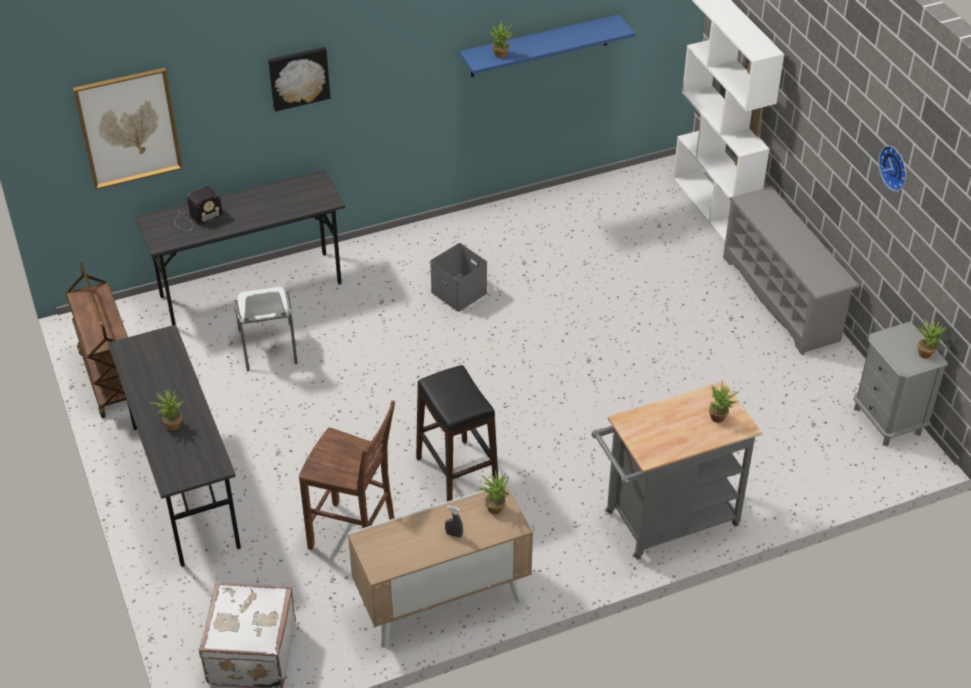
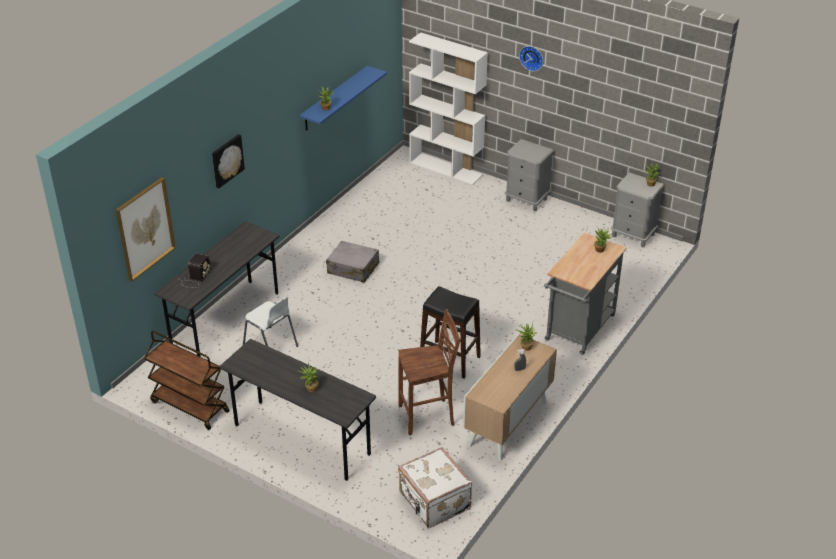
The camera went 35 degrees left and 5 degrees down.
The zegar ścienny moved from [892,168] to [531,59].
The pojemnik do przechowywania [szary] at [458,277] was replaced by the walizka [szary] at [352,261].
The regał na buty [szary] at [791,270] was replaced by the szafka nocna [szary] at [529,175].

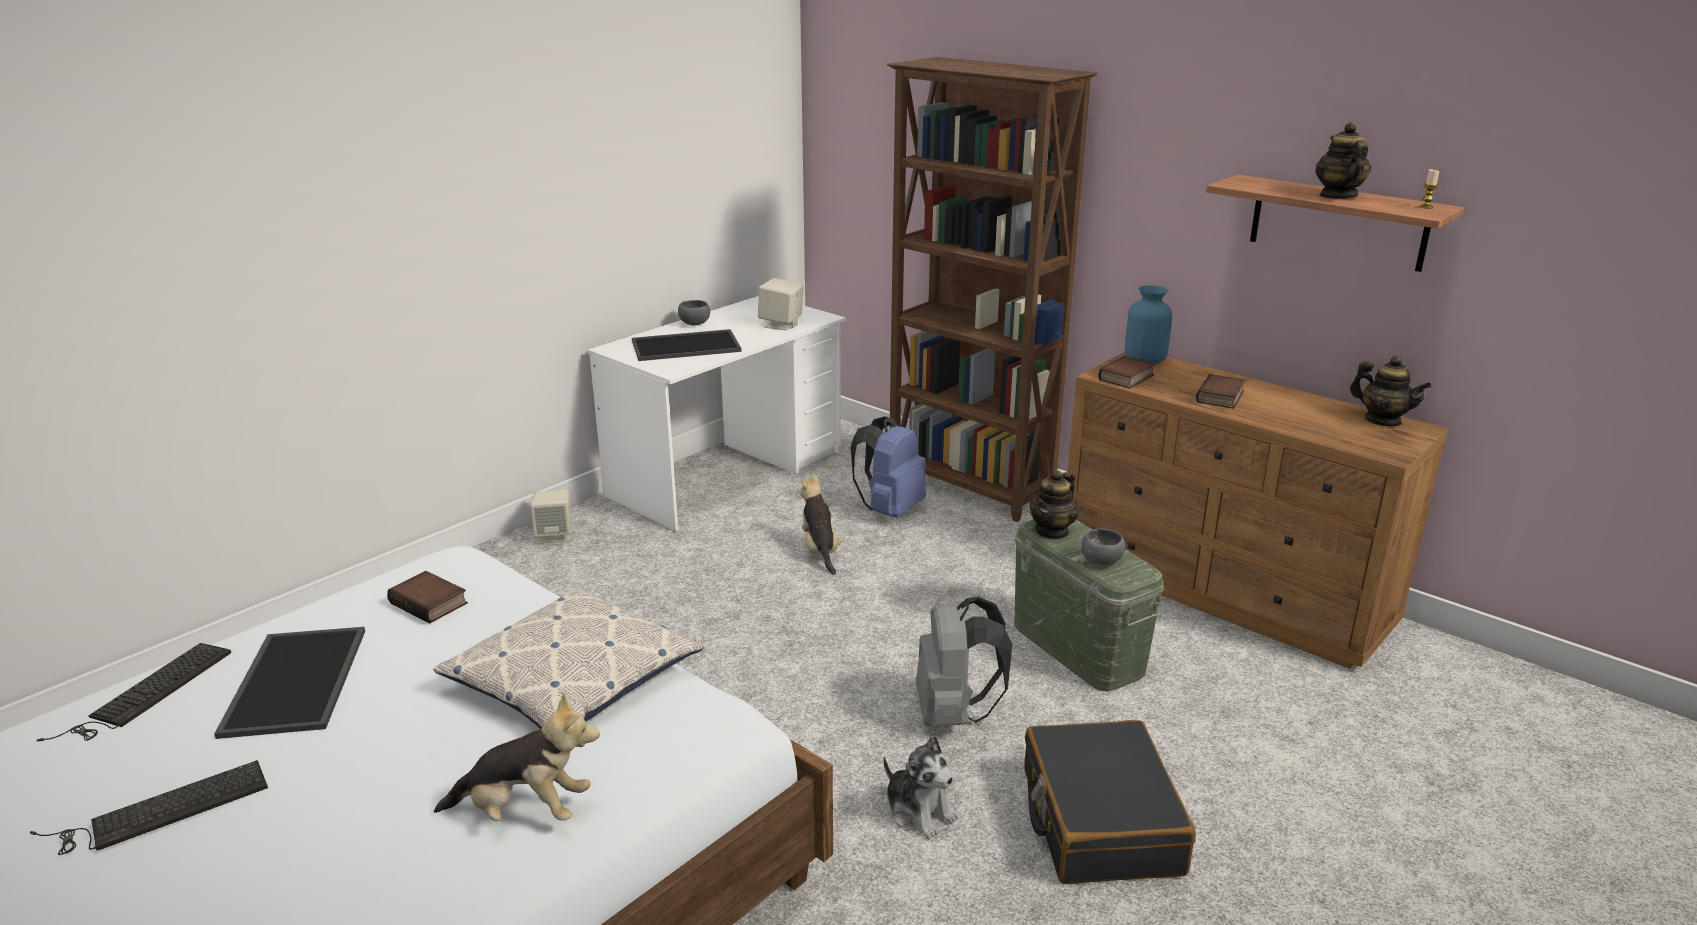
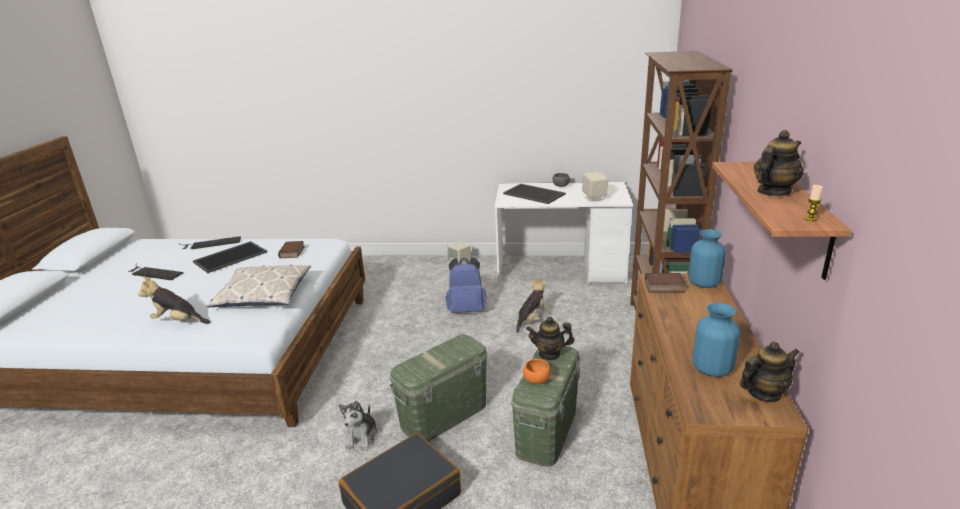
The camera went 55 degrees right and 0 degrees up.
The książka at [1221,391] disappeared.
The wazon [niebieski] at [716,340] appeared.
The plecak [niebieski] moved from [888,467] to [466,285].
The plecak [szary] at [964,661] was replaced by the pojemnik do przechowywania [zielony] at [438,388].
The miska [szary] at [1103,547] became the miska [pomarańczowy] at [537,371].
The pluszak at [517,756] turned 135 degrees clockwise.
The imbryk at [1390,391] turned 120 degrees counterclockwise.

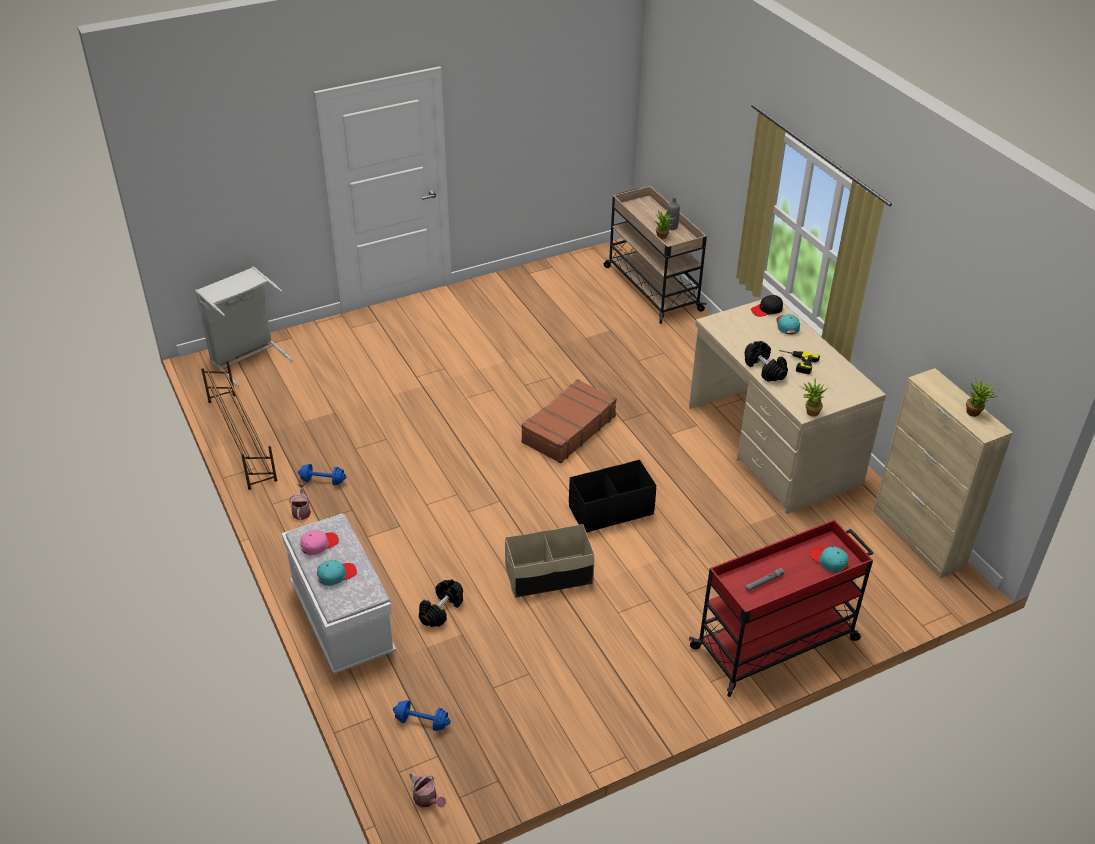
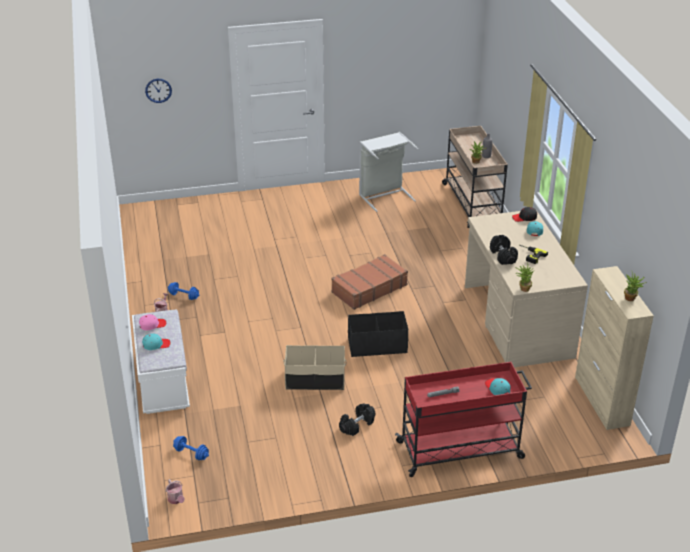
The camera went 15 degrees right and 5 degrees down.
The regał na buty [brązowy] at [239,425] disappeared.
The zegar ścienny at [158,91] appeared.
The kosz na pranie [szary] moved from [244,326] to [388,172].
The hantel [czarny] moved from [441,603] to [357,419].

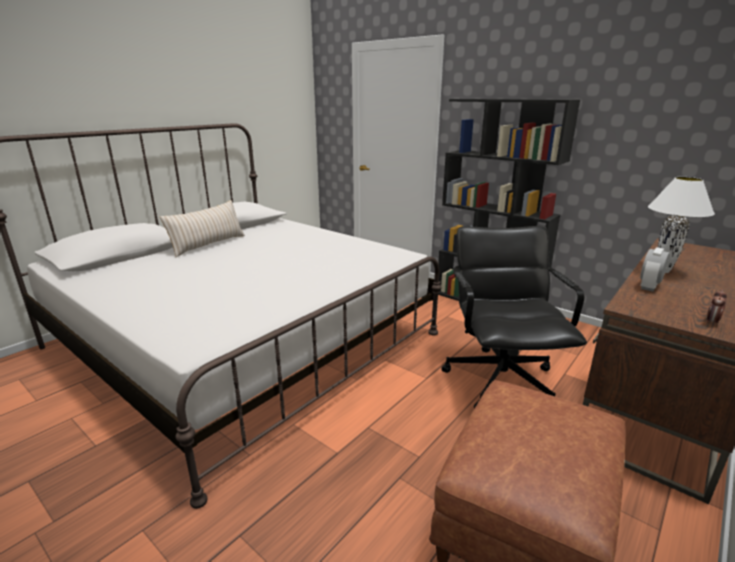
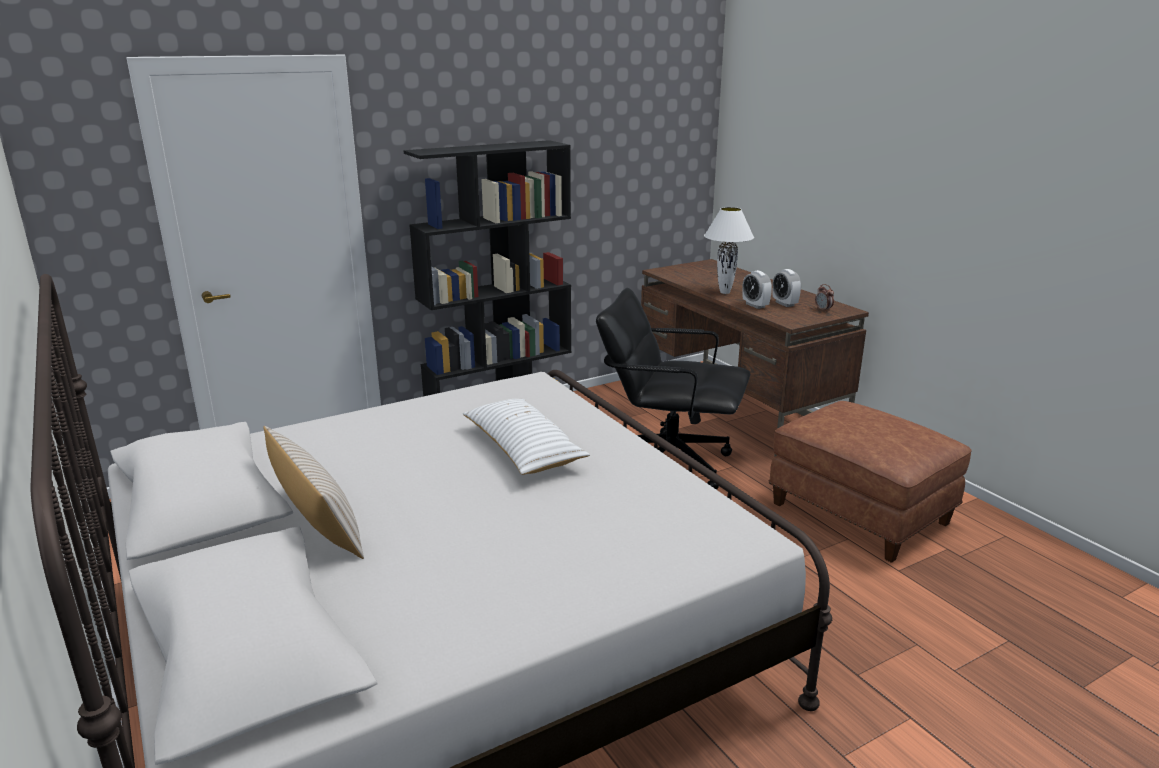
The camera went 70 degrees left and 0 degrees up.
The poduszka [biały] at [526,437] appeared.
The budzik at [787,288] appeared.

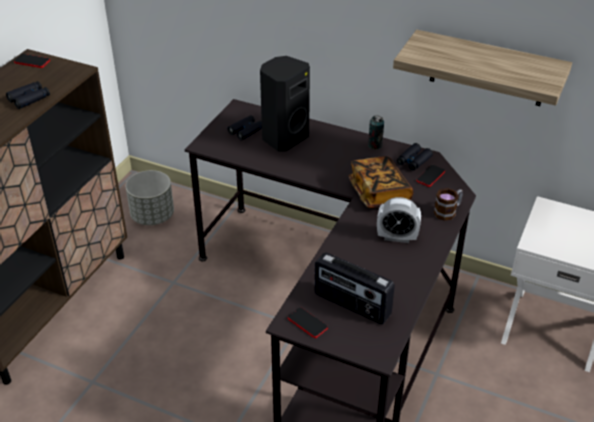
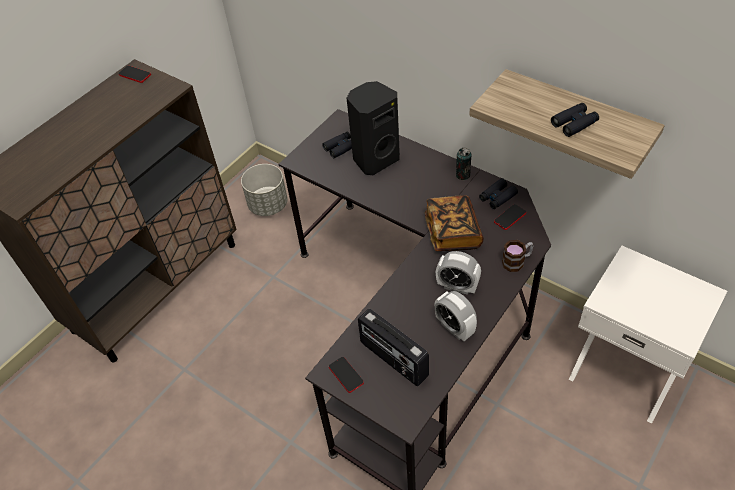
The camera went 15 degrees right and 10 degrees up.
The budzik at [456,316] appeared.
The lornetka [czarny] moved from [28,95] to [575,120].

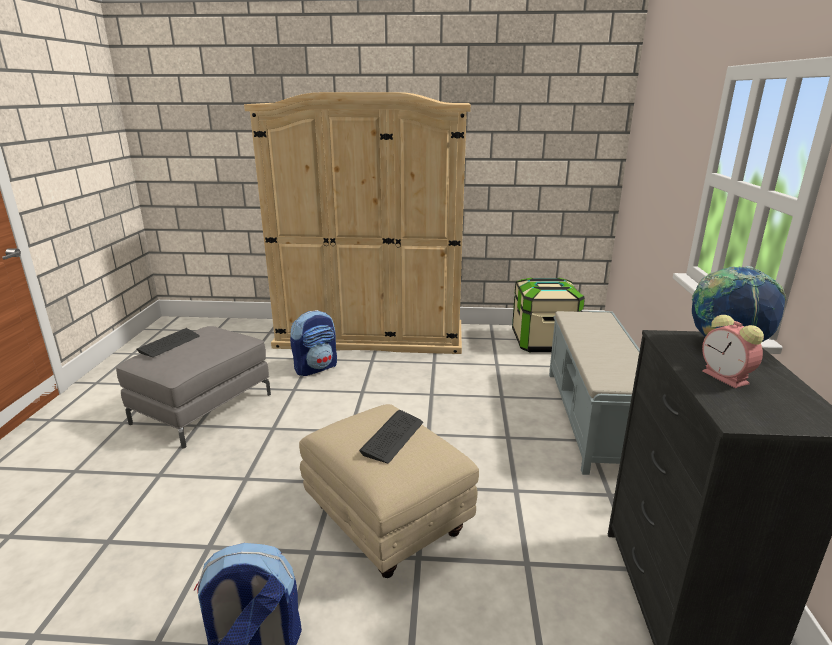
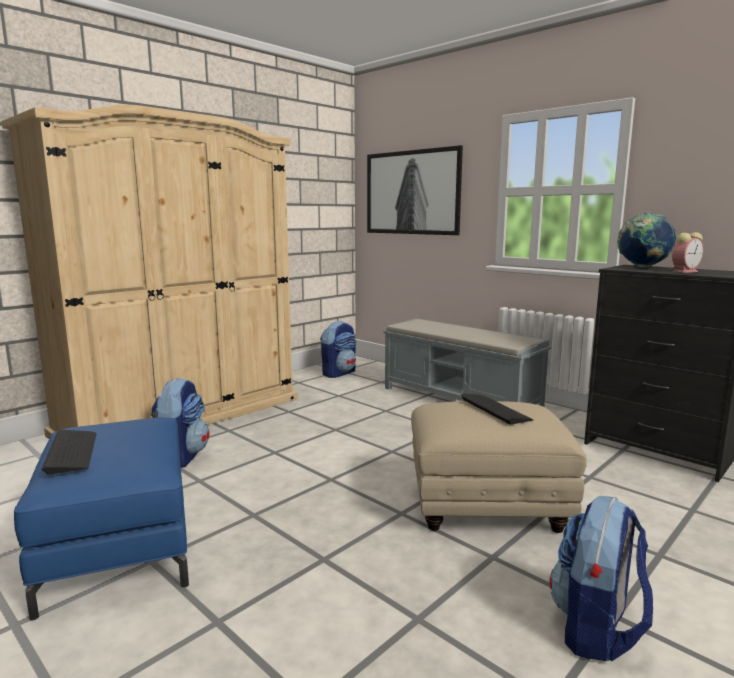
The camera went 50 degrees left and 10 degrees down.
The obraz at [415,190] appeared.
The pojemnik do przechowywania at [548,315] was replaced by the plecak at [338,349].
The pufa [szary] at [193,387] became the pufa [niebieski] at [101,519].
The budzik at [733,351] turned 45 degrees counterclockwise.

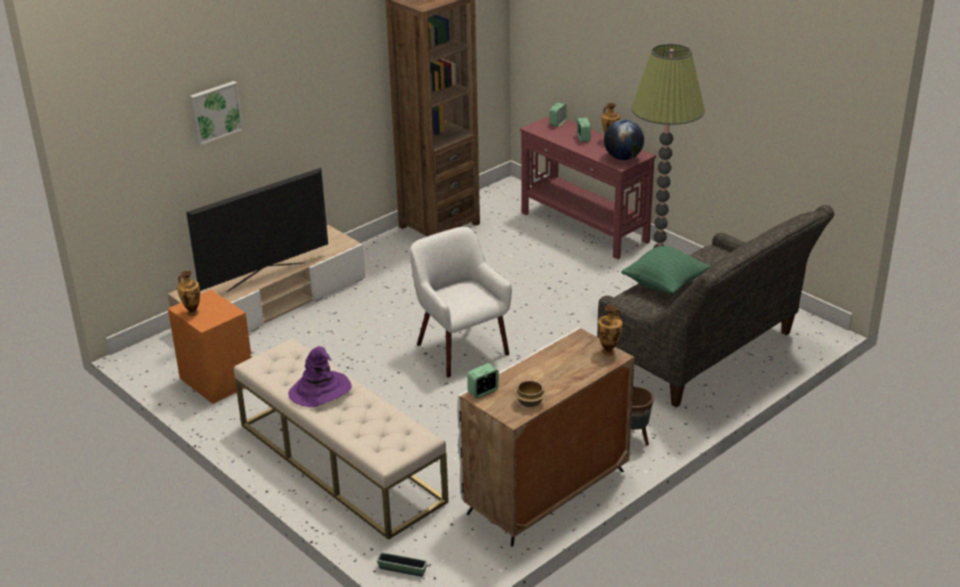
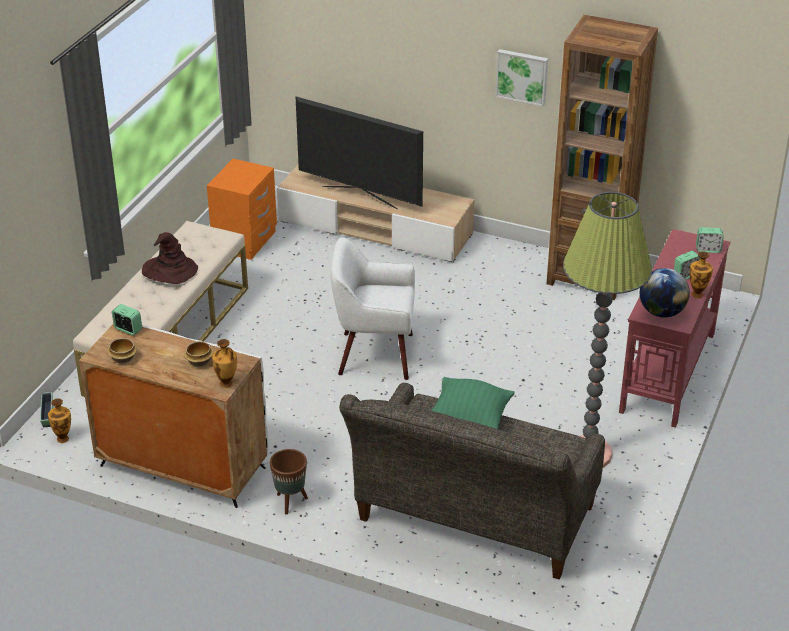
The camera went 65 degrees right and 5 degrees up.
The miska at [199,354] appeared.
The wazon moved from [188,293] to [59,420].
The obraz moved from [216,113] to [521,78].
The kapelusz [fioletowy] at [320,376] became the kapelusz [brązowy] at [170,258].
The fotel [biały] at [461,302] turned 120 degrees counterclockwise.

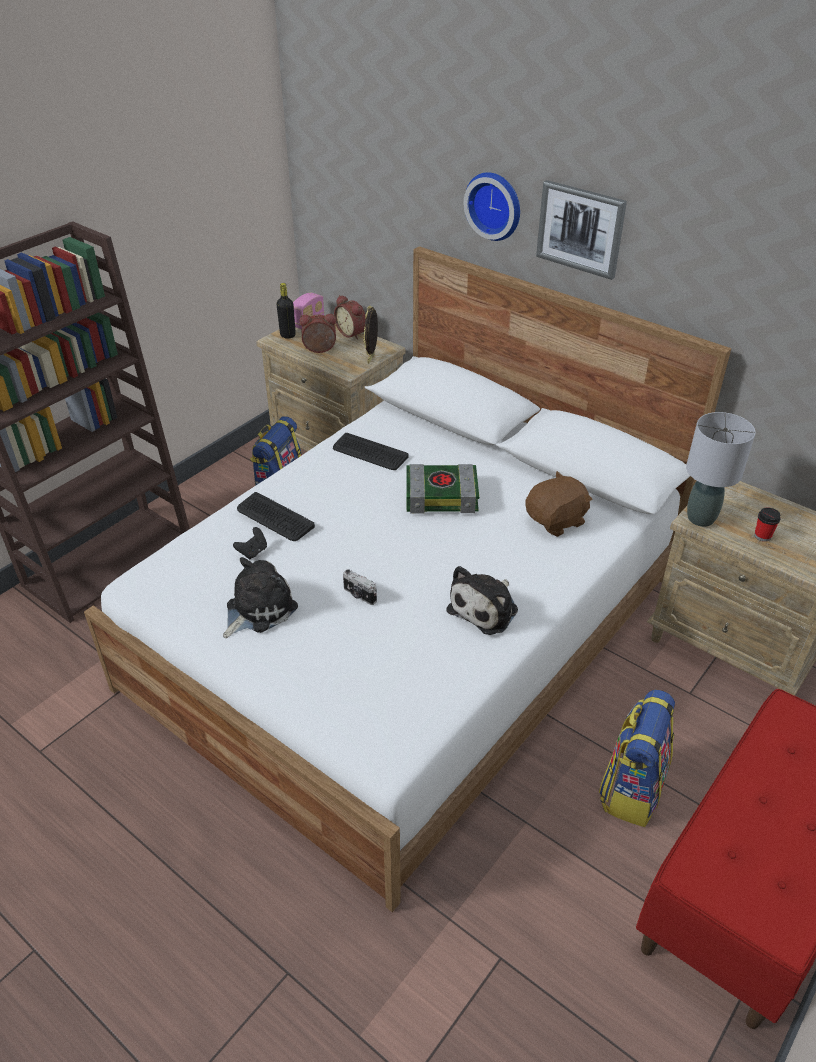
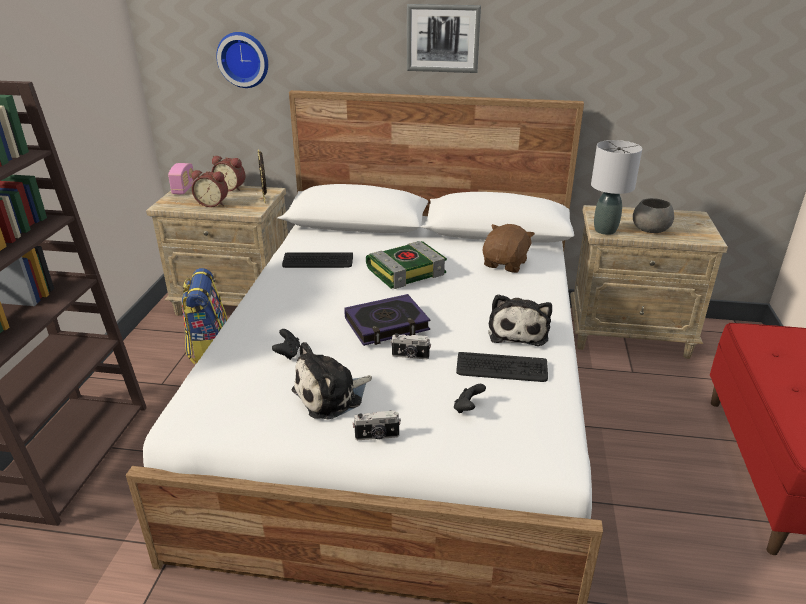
The camera went 30 degrees left and 10 degrees down.
The butelka [czarny] at [286,311] disappeared.
The plecak at [637,758] disappeared.
The książka at [387,320] appeared.
The aparat fotograficzny at [377,425] appeared.
The pad do gier [czarny] at [470,398] appeared.
The klawiatura moved from [276,516] to [502,367].
The zegar ścienny moved from [492,206] to [242,60].
The filiżanka at [767,524] was replaced by the miska [szary] at [653,215].
The pluszak at [260,597] turned 135 degrees counterclockwise.
The budzik at [318,333] turned 135 degrees counterclockwise.

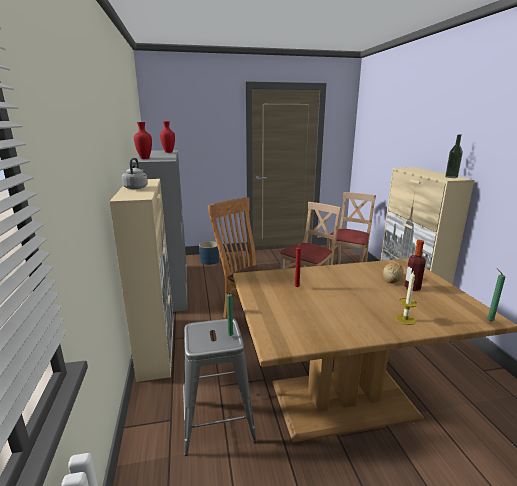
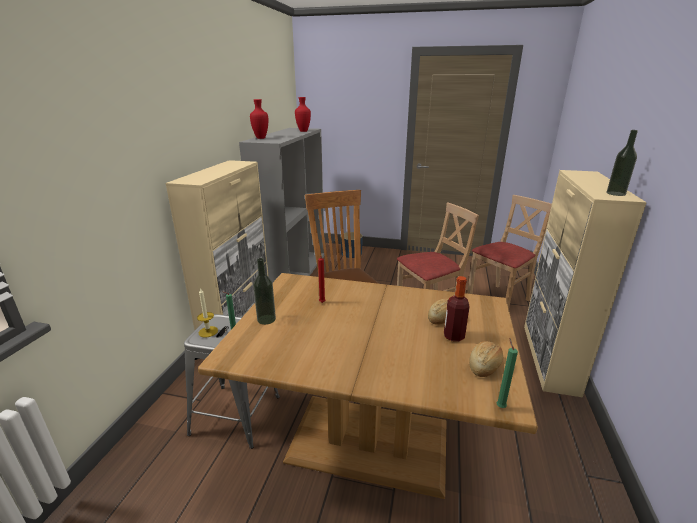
The camera went 25 degrees right and 5 degrees up.
The czajnik [szary] at [135,173] disappeared.
The butelka at [264,291] appeared.
The chleb at [486,359] appeared.
The świeca moved from [406,298] to [207,312].

